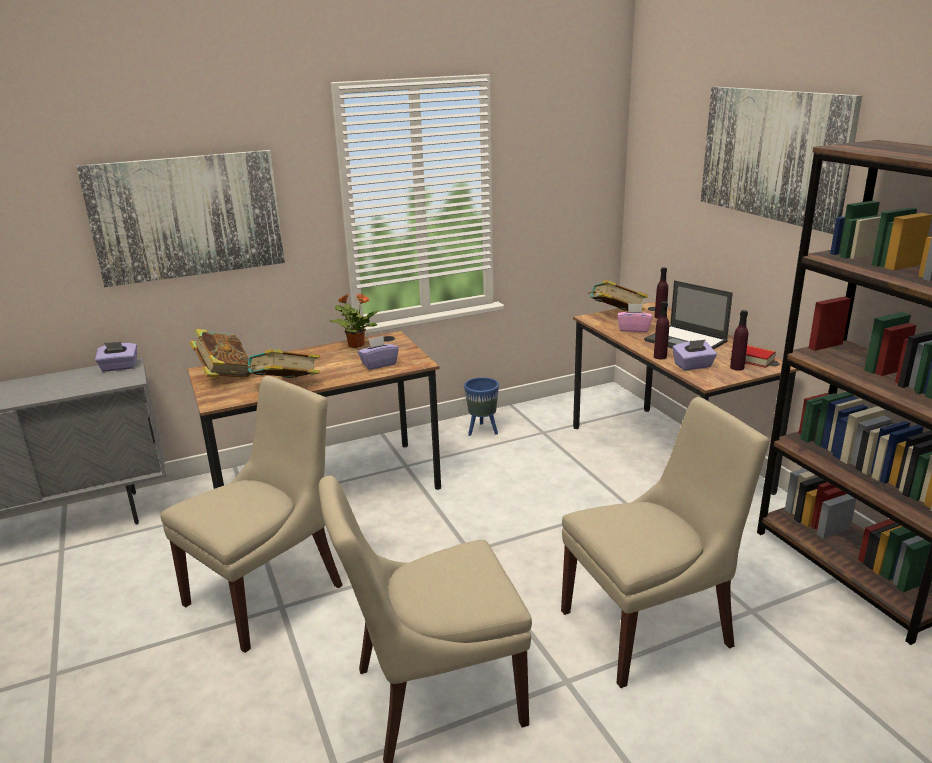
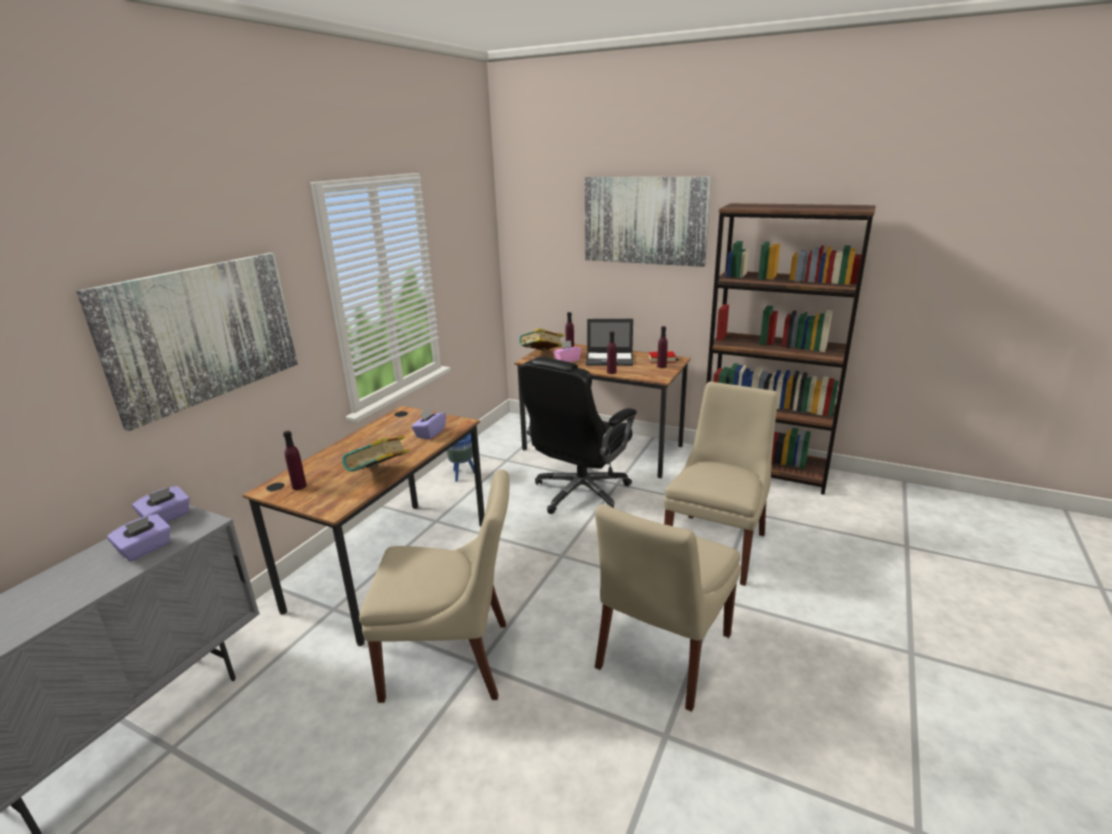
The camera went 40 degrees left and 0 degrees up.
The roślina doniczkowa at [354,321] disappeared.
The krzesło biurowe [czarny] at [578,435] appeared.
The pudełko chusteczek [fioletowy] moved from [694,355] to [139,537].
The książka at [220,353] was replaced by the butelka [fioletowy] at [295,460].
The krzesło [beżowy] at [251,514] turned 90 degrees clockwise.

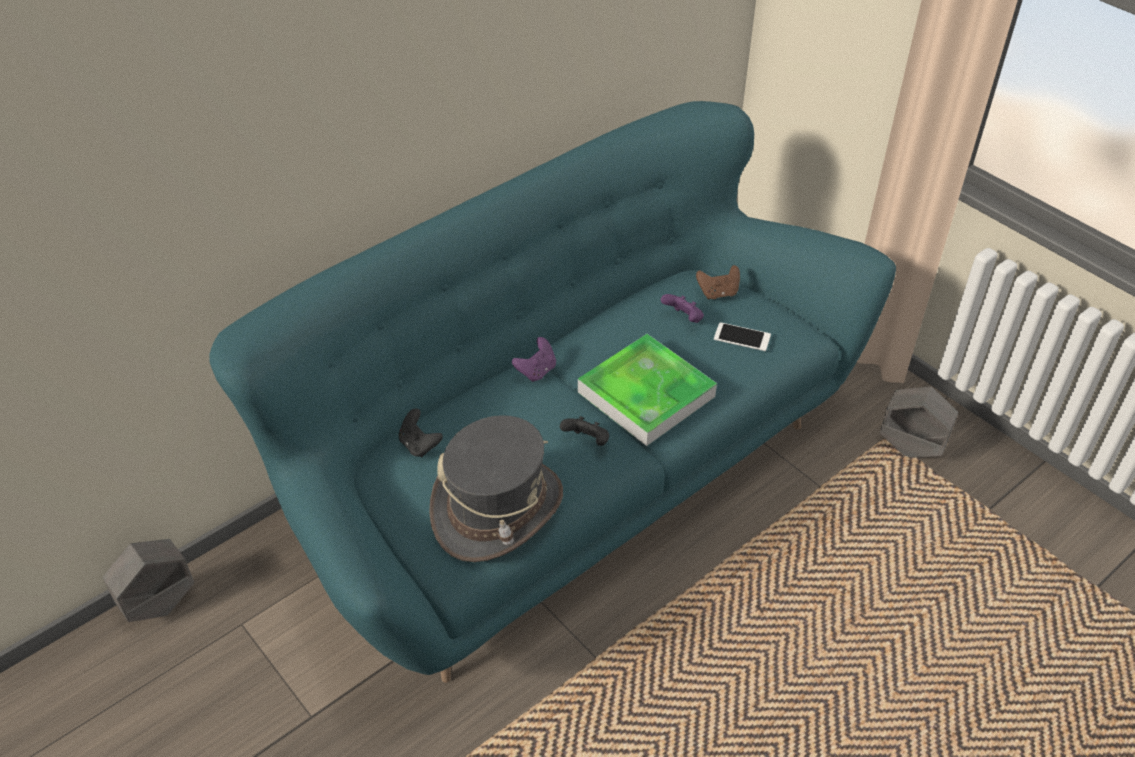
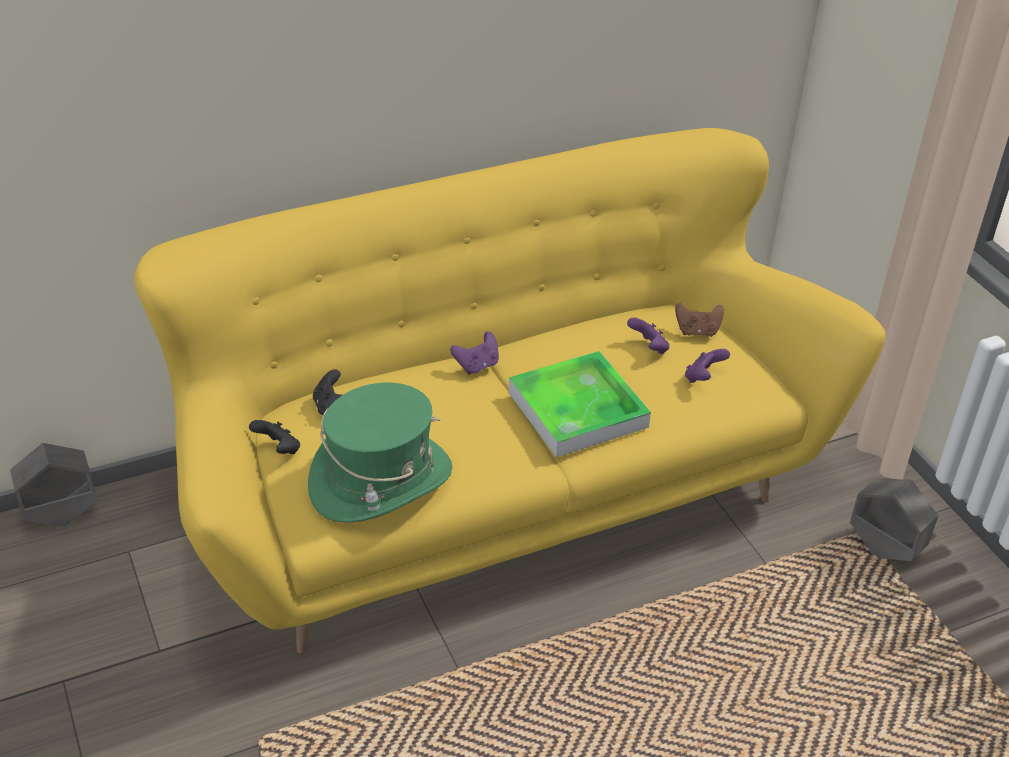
The camera went 15 degrees right and 5 degrees down.
The pad do gier [czarny] moved from [584,431] to [274,437].
The telefon at [742,336] was replaced by the pad do gier [fioletowy] at [707,366].
The kanapa [turkusowy] at [552,392] became the kanapa [żółty] at [510,391].
The kapelusz [szary] at [496,488] became the kapelusz [zielony] at [380,452].

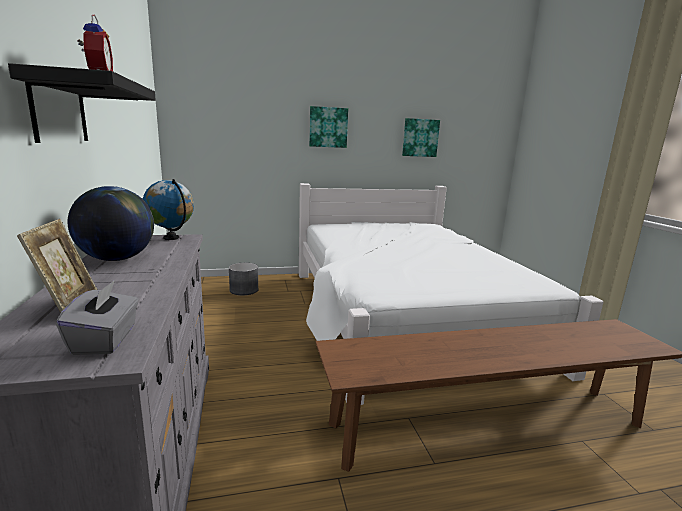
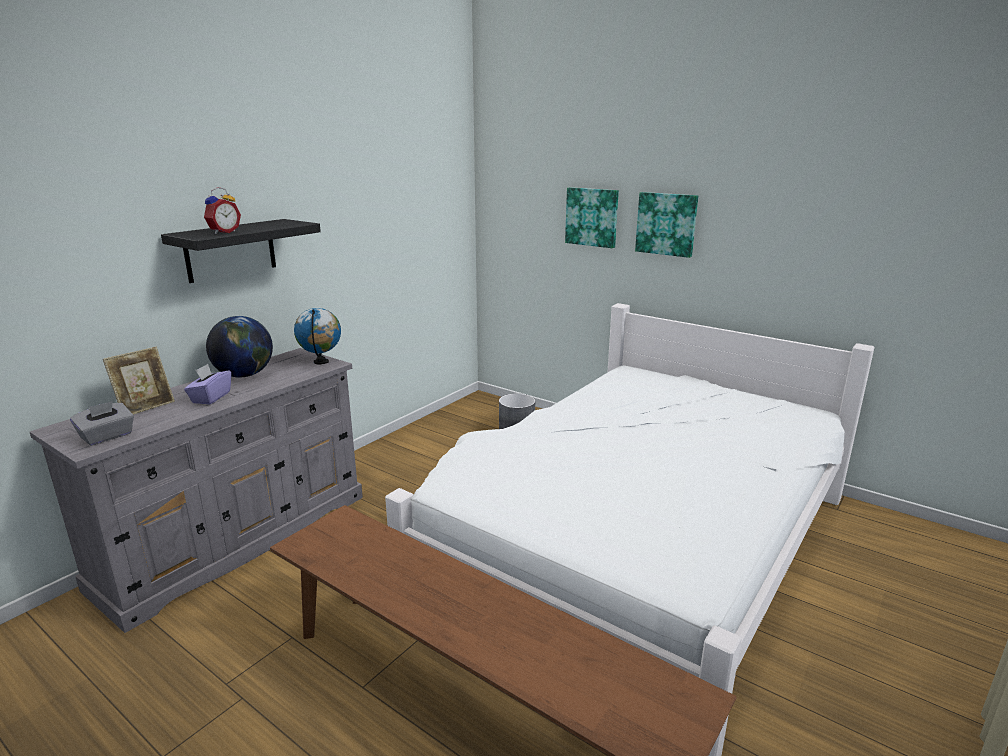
The camera went 50 degrees right and 5 degrees up.
The pudełko chusteczek [fioletowy] at [207,384] appeared.
The obraz moved from [421,137] to [592,217].

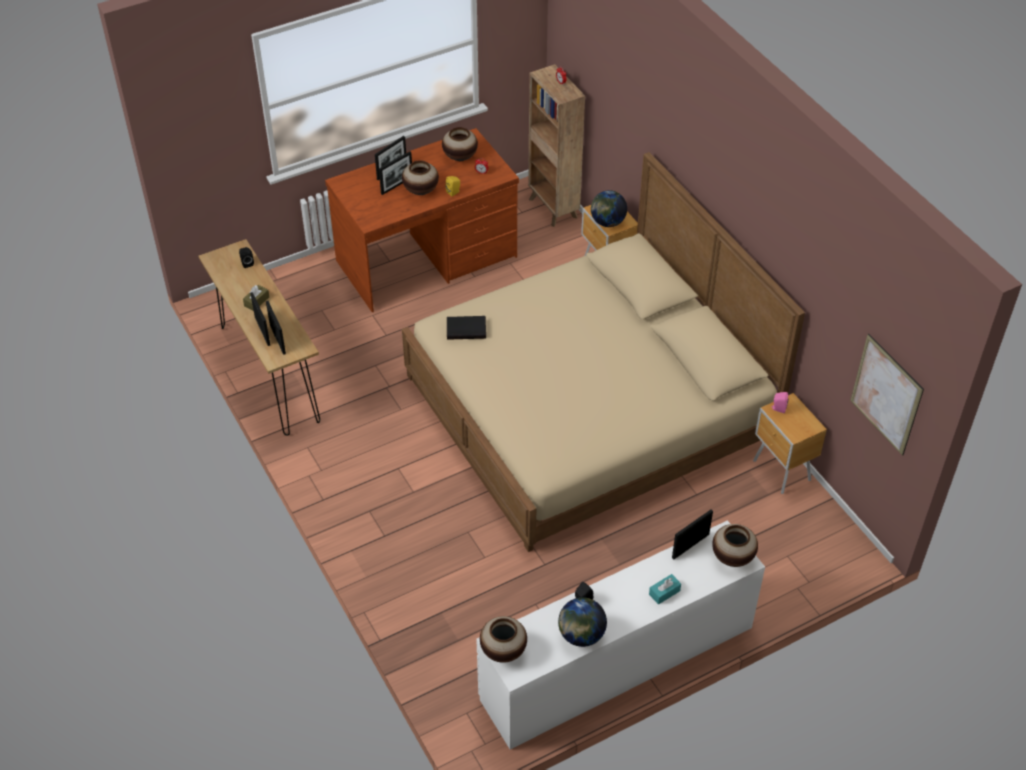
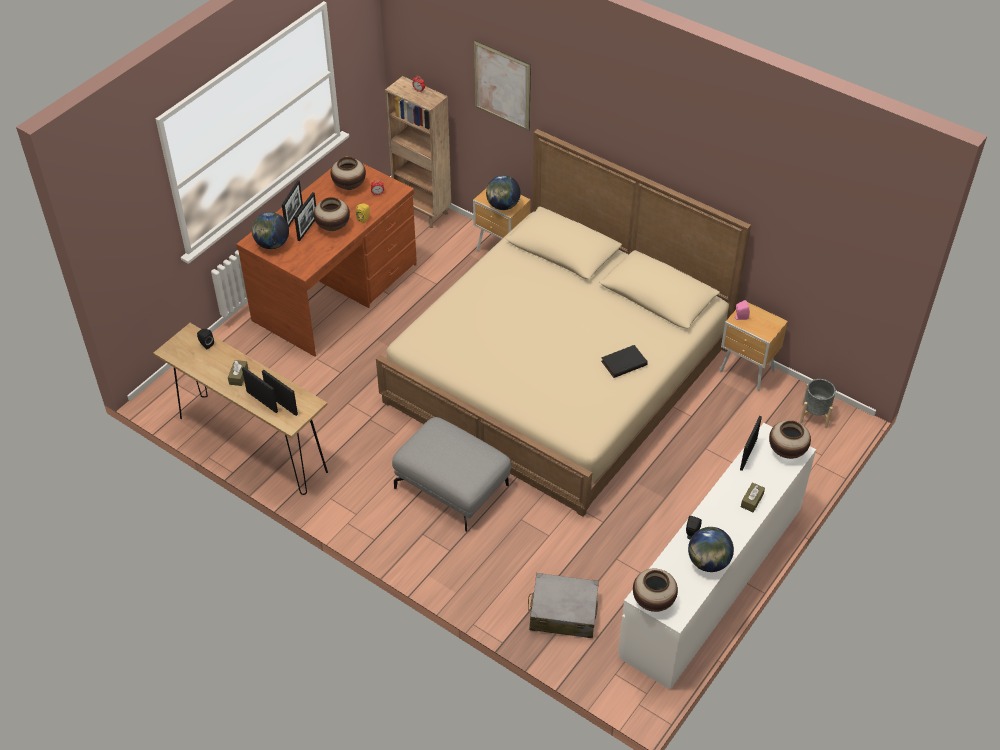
The camera went 25 degrees left and 0 degrees up.
The globus at [270,230] appeared.
The pufa [szary] at [451,474] appeared.
The walizka [szary] at [563,605] appeared.
The donica [szary] at [818,403] appeared.
The książka [czarny] moved from [466,327] to [624,361].
The obraz moved from [887,395] to [502,85].
The pudełko chusteczek [turkusowy] at [665,589] became the pudełko chusteczek [brązowy] at [753,497].

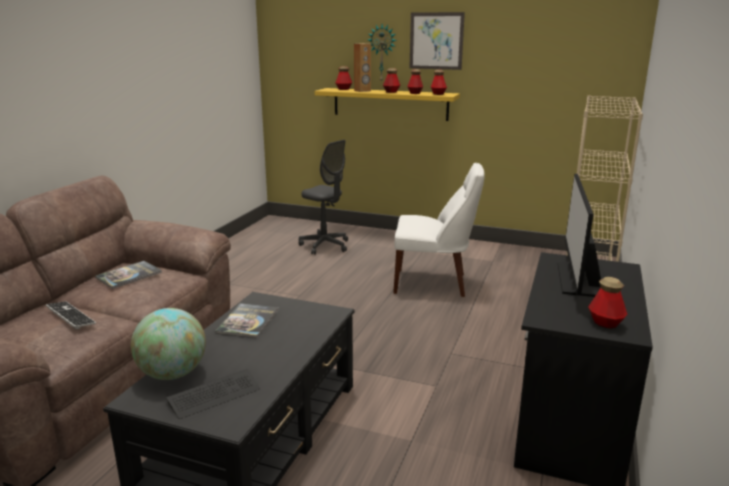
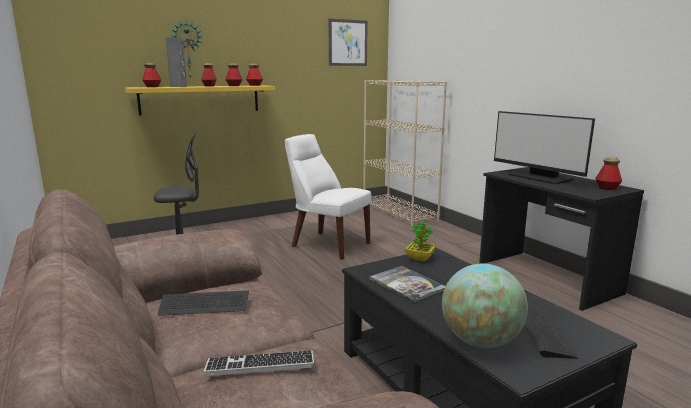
The camera went 50 degrees left and 5 degrees down.
The roślina doniczkowa at [420,241] appeared.
The obraz moved from [437,41] to [348,42].
The książka at [128,275] was replaced by the klawiatura at [203,303].
The głośnik [brązowy] at [362,67] became the głośnik [szary] at [176,62].
The krzesło [biały] at [439,230] turned 105 degrees counterclockwise.

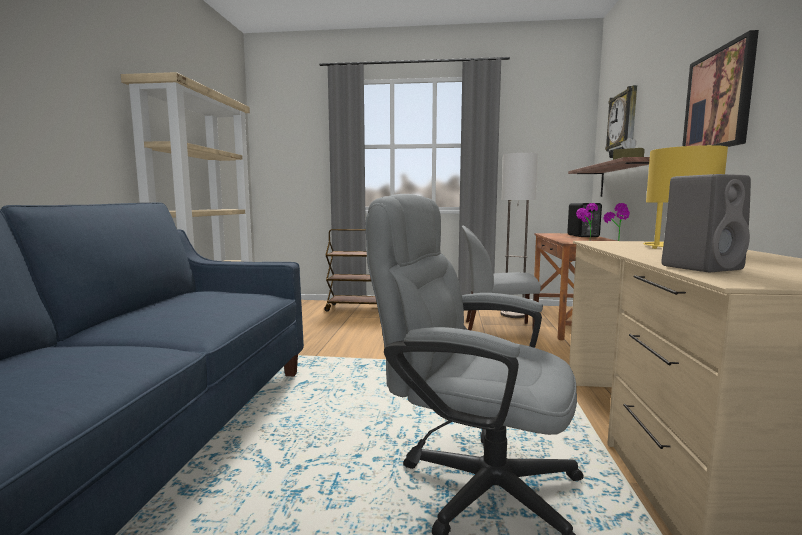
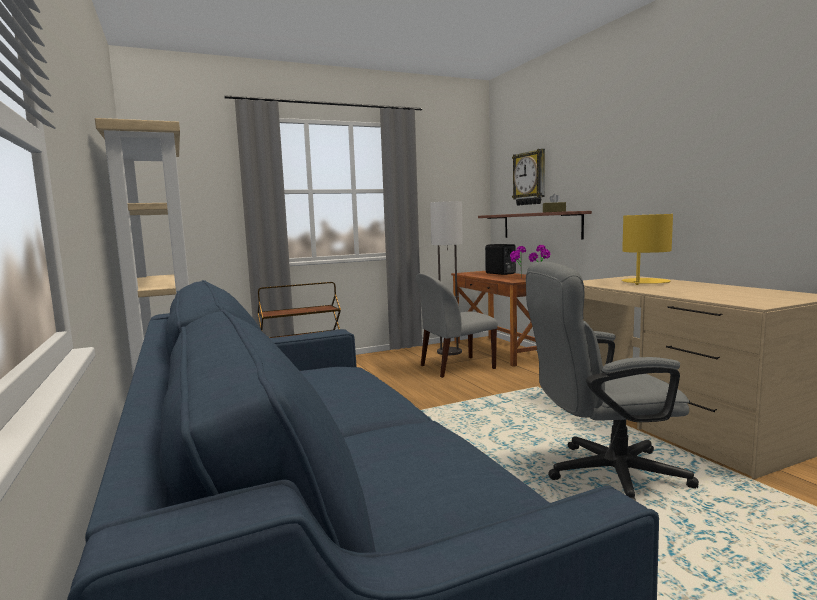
The camera went 30 degrees left and 0 degrees up.
The głośnik [szary] at [706,223] disappeared.
The obraz at [720,88] disappeared.

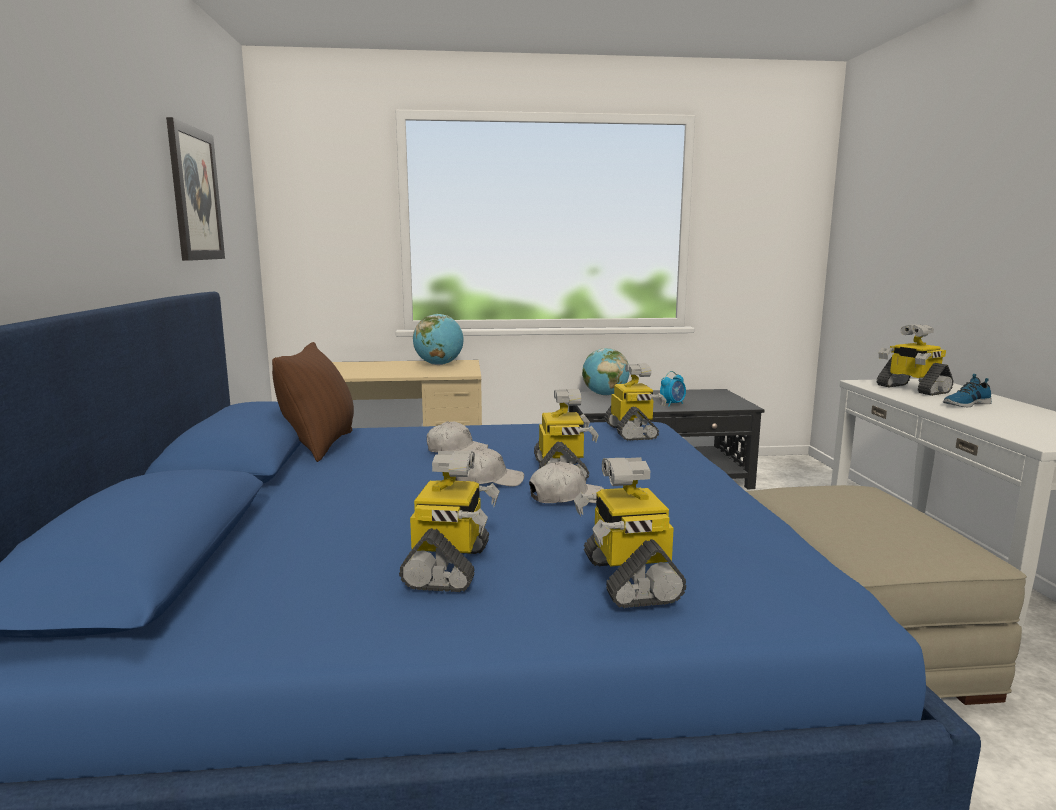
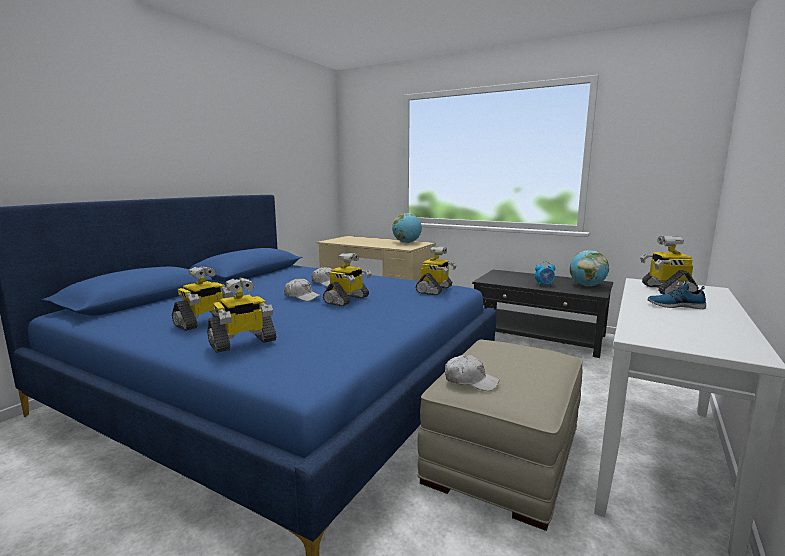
The camera went 35 degrees right and 0 degrees up.
The obraz at [195,189] disappeared.
The poduszka [brązowy] at [313,402] disappeared.
The czapka z daszkiem [biały] moved from [566,482] to [472,373].
The globus moved from [605,372] to [589,268].
The robot zabawkowy at [630,532] turned 150 degrees counterclockwise.

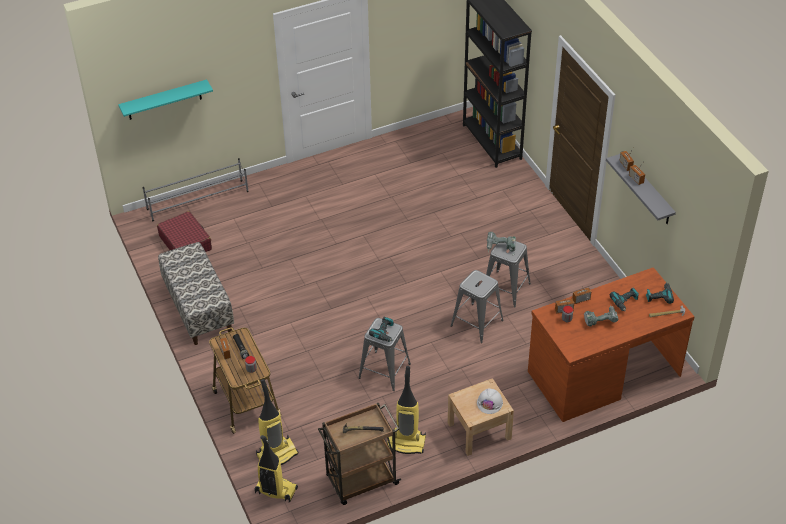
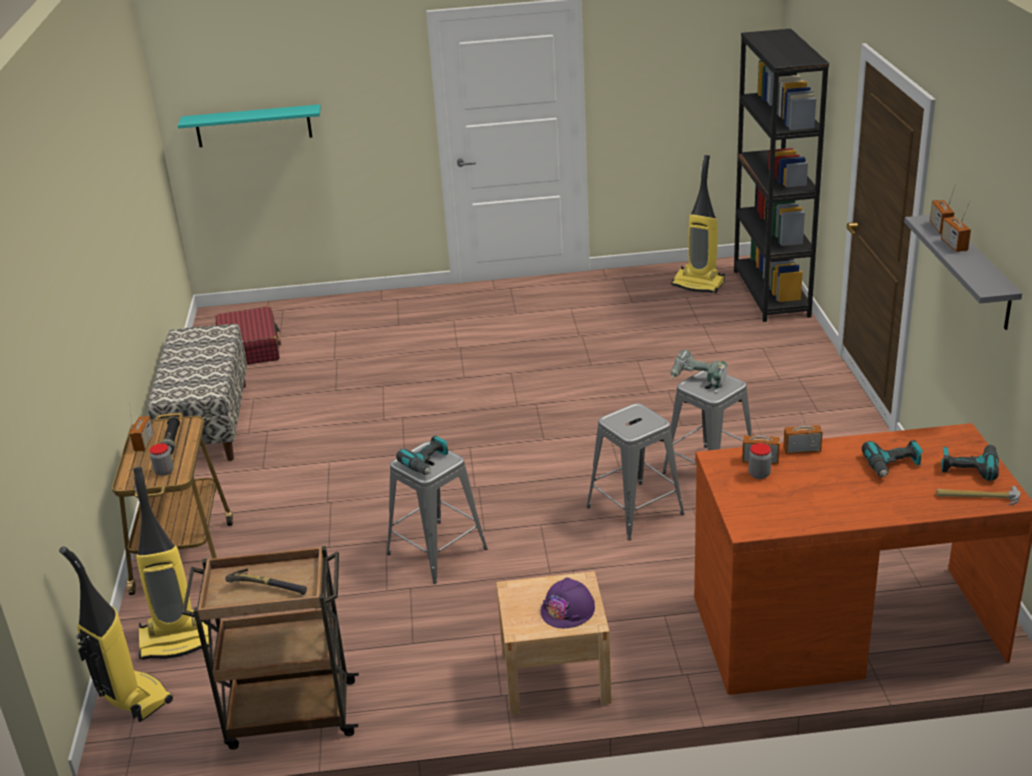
The camera went 20 degrees right and 15 degrees down.
The regał na buty [szary] at [195,189] disappeared.
The wiertarka at [601,315] disappeared.
The odkurzacz moved from [406,410] to [698,224].
The kask [biały] at [490,401] became the kask [fioletowy] at [568,603].

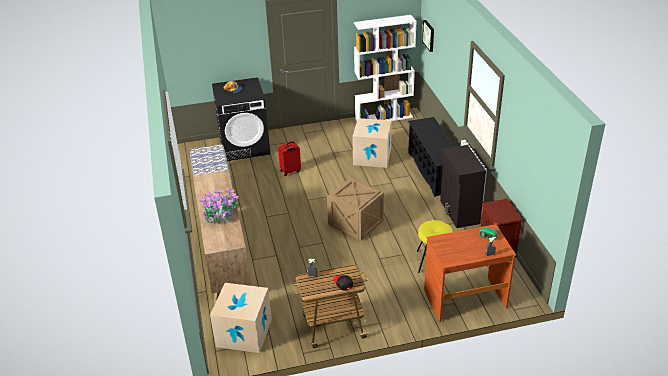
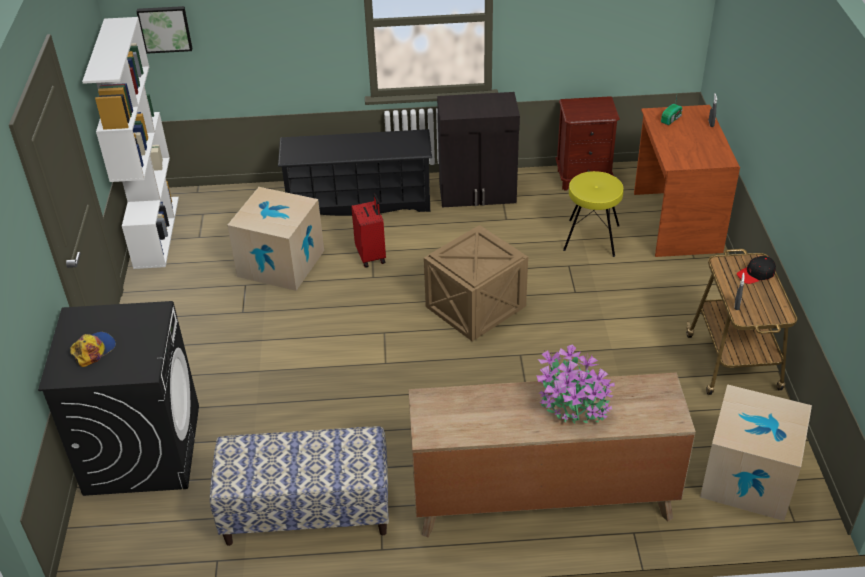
The camera went 80 degrees left and 5 degrees up.
The walizka [czerwony] moved from [289,158] to [368,231].

